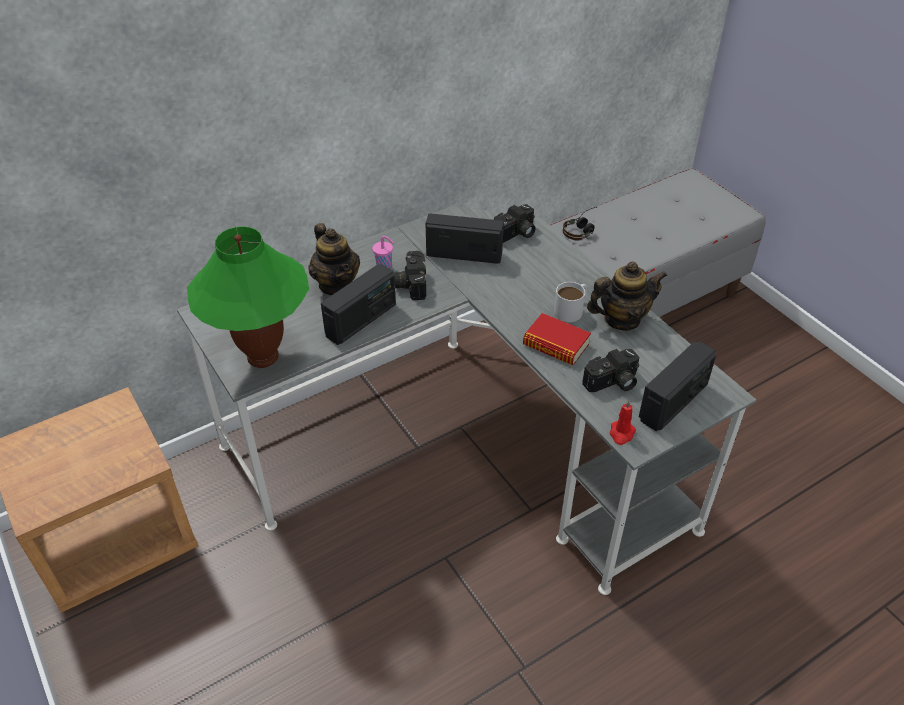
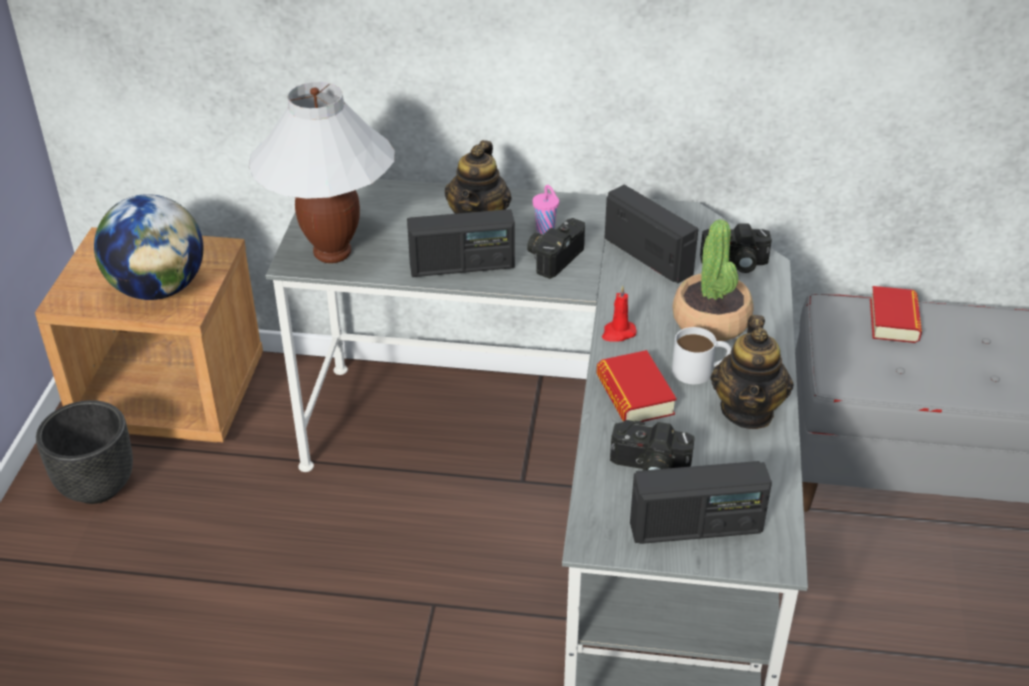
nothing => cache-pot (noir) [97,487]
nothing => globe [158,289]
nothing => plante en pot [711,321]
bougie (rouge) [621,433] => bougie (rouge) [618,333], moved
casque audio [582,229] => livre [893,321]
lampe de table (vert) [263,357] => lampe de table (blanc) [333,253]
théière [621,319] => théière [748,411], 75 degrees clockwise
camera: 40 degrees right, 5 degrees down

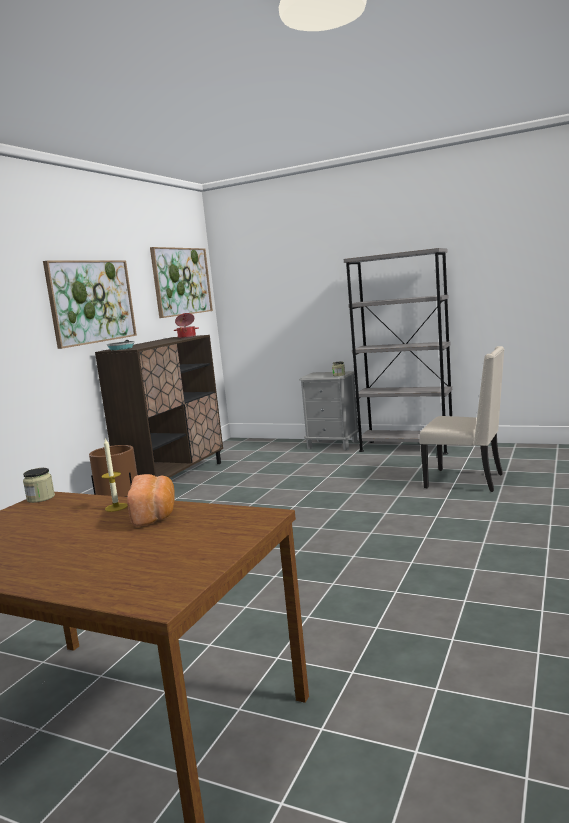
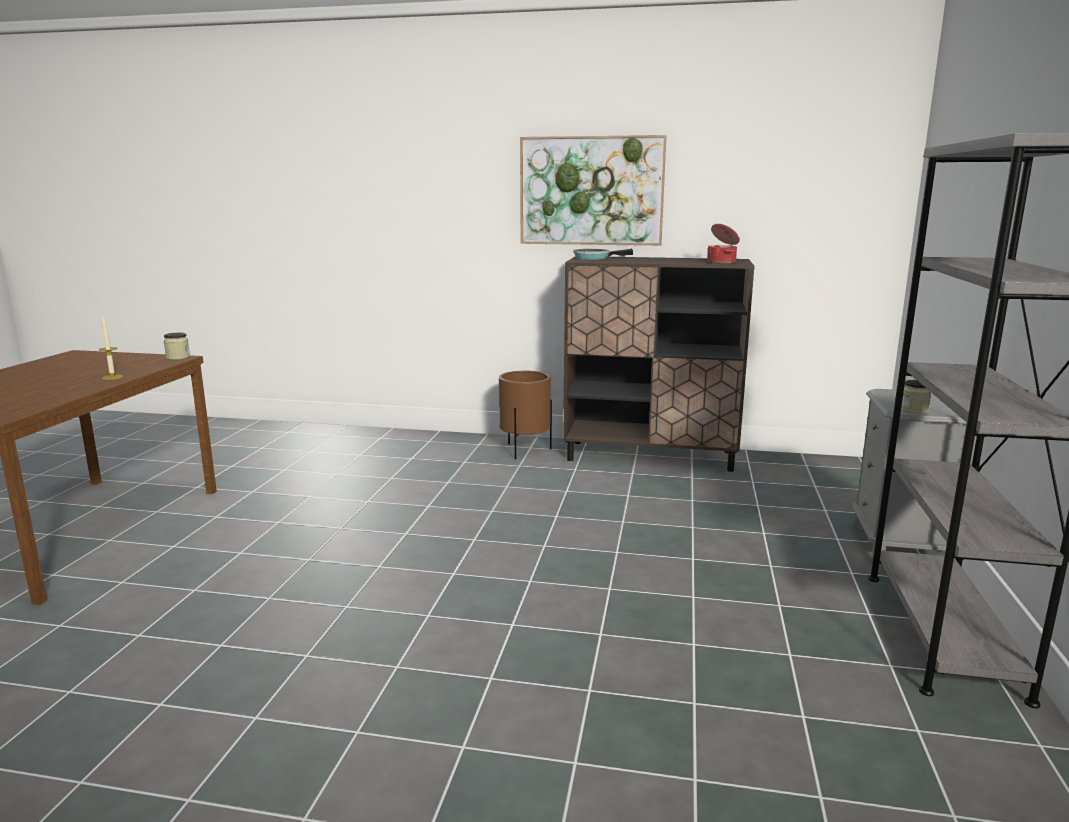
pain [155,515] => nothing
tableau [181,281] => nothing
chaise (beige) [466,481] => nothing
camera: 75 degrees right, 5 degrees up

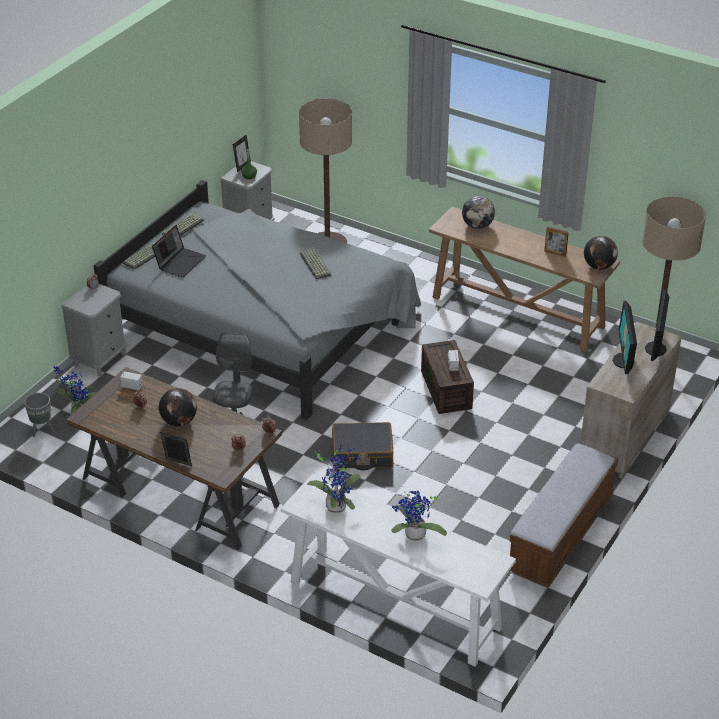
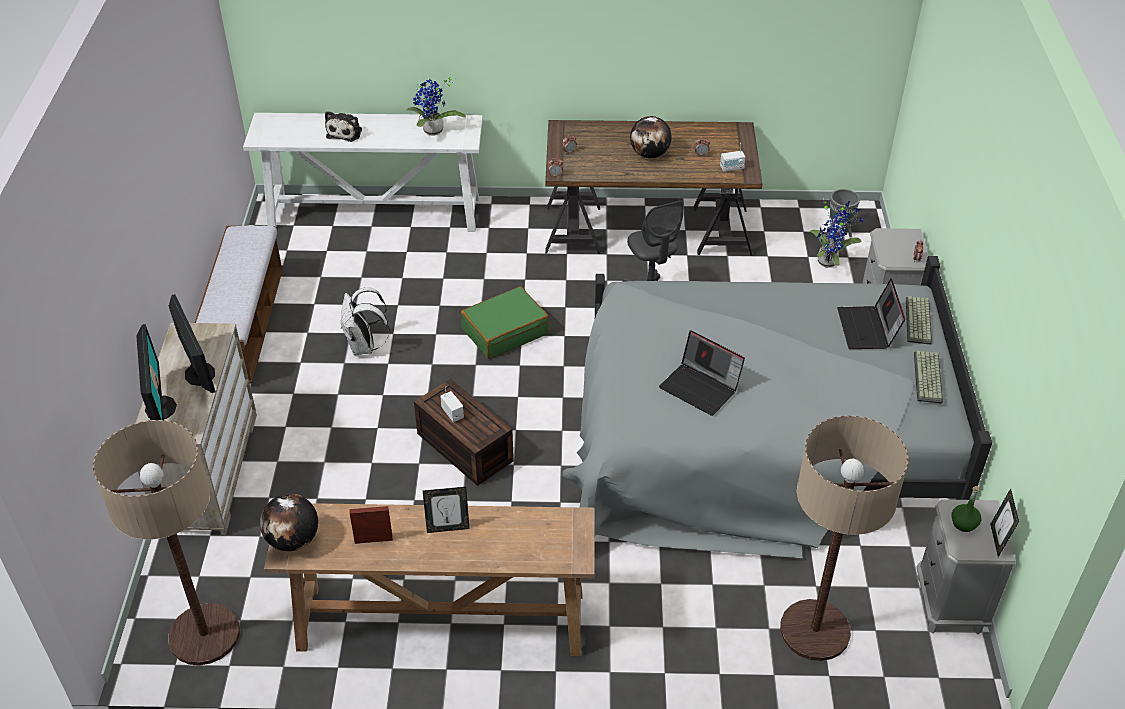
globe [477,226] => nothing
nothing => sac à dos (blanc) [364,346]
cadre photo [177,464] => cadre photo [448,528], moved
clavier [314,264] => ordinateur portable [701,388]
plante en pot [414,537] => peluche [345,132]
valise (noir) [362,453] => valise (vert) [504,331]
camera: 150 degrees right, 5 degrees up

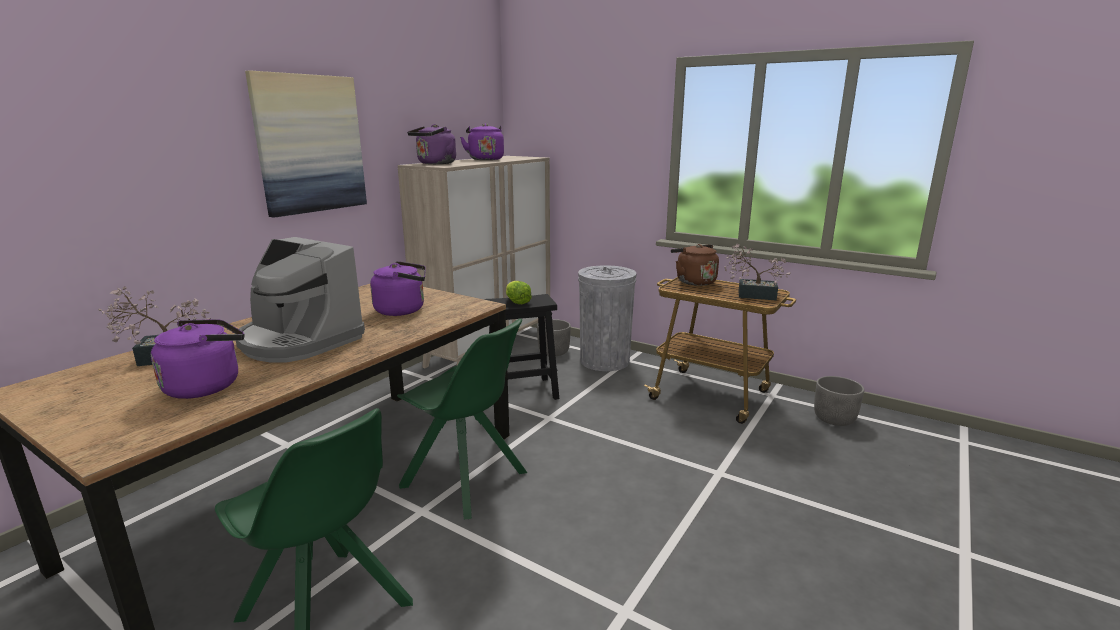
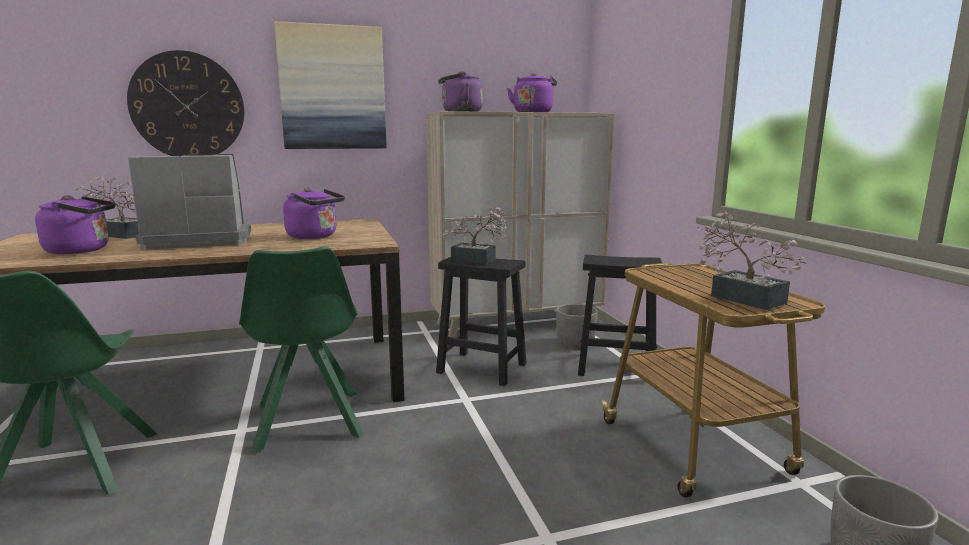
bouilloire (marron) [693,281] => nothing
nothing => horloge murale [187,106]
laitue [517,301] => plante en pot [478,260]
poubelle (gris) [604,361] => tabouret (noir) [617,367]
machine à café [298,341] => machine à café [198,240], 90 degrees clockwise
camera: 40 degrees right, 5 degrees down

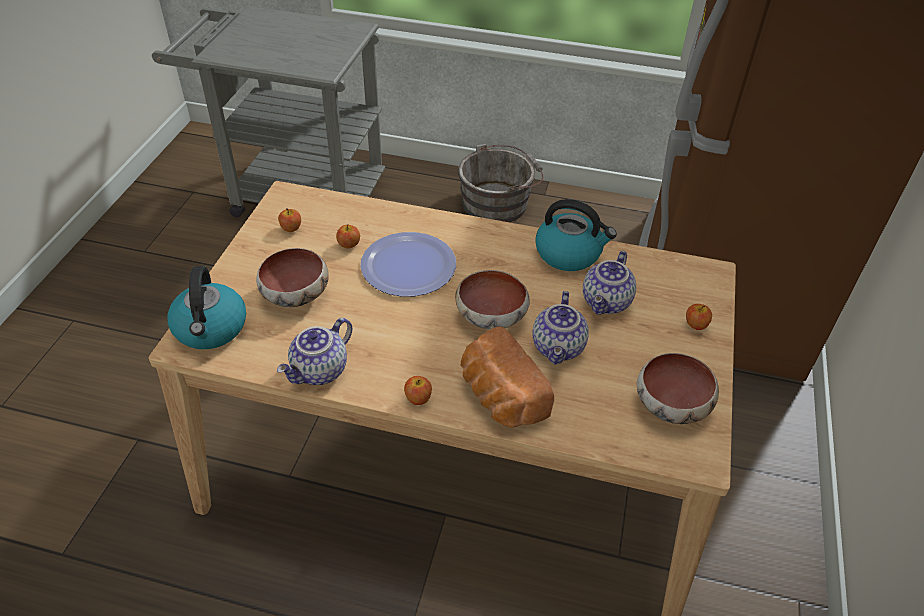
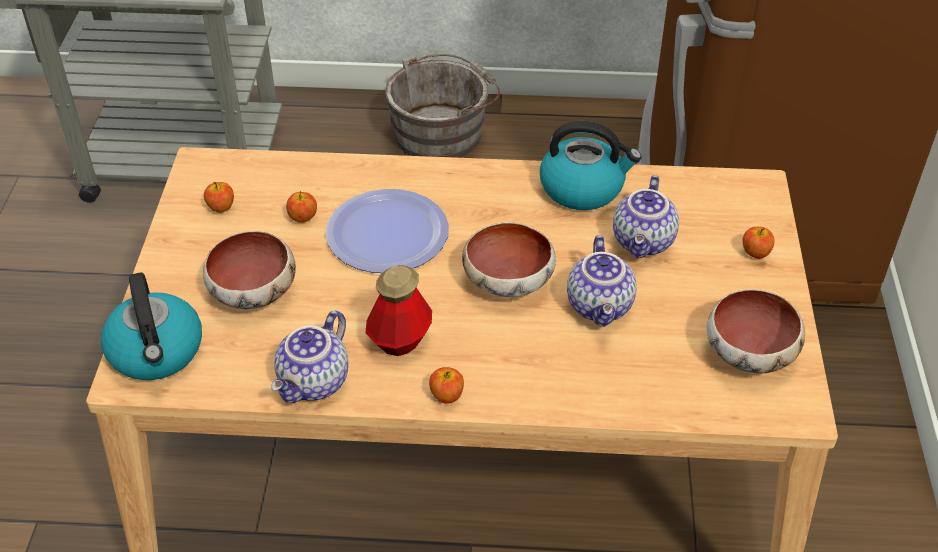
pain [499,397] => nothing
nothing => bouteille [400,340]
camera: 10 degrees left, 0 degrees up

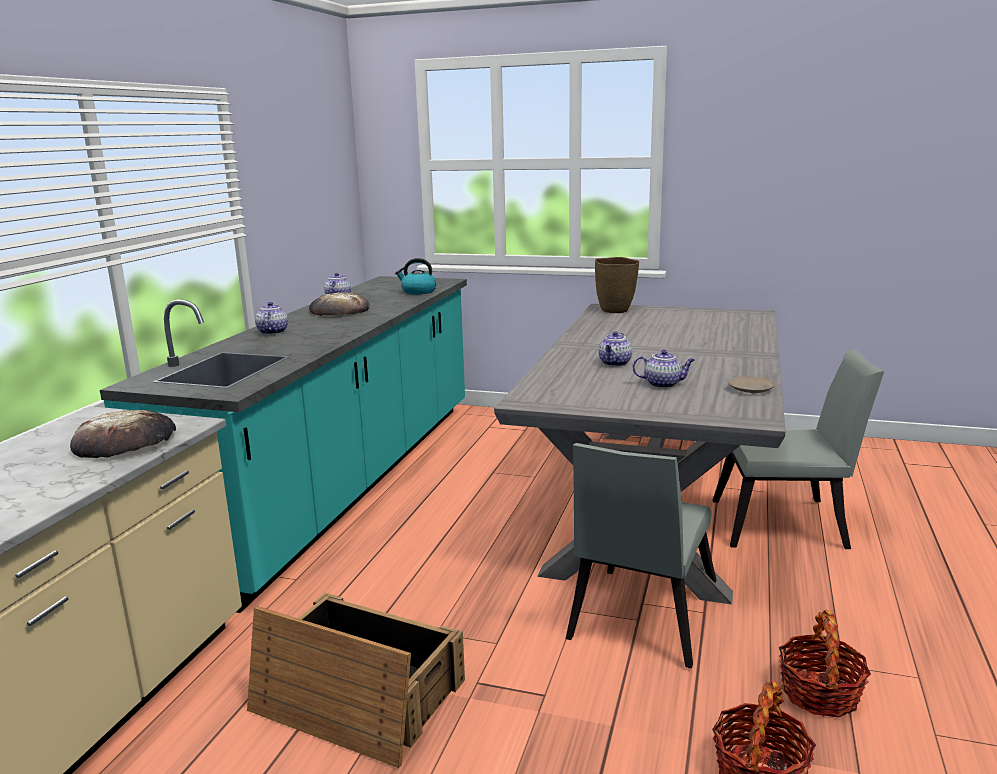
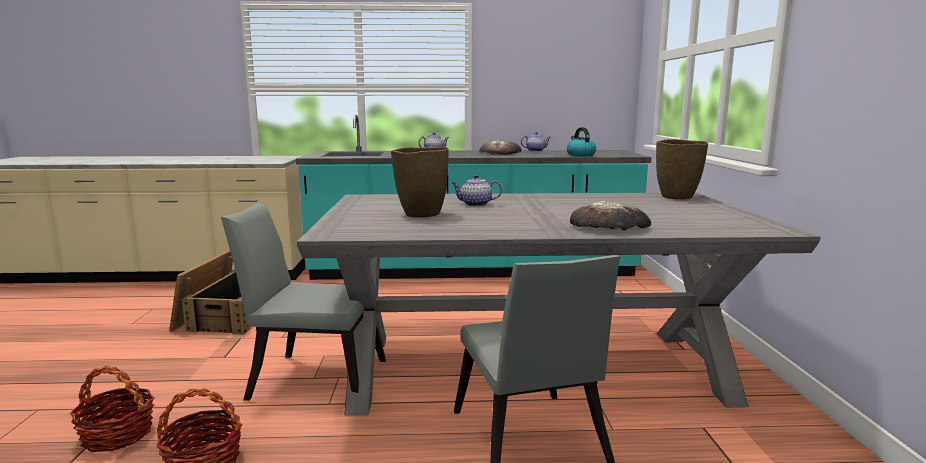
assiette (beige) [751,389] => nothing
pain [126,442] => pain [609,226], moved
théière [663,384] => vase (marron) [421,214]
camera: 70 degrees right, 5 degrees down

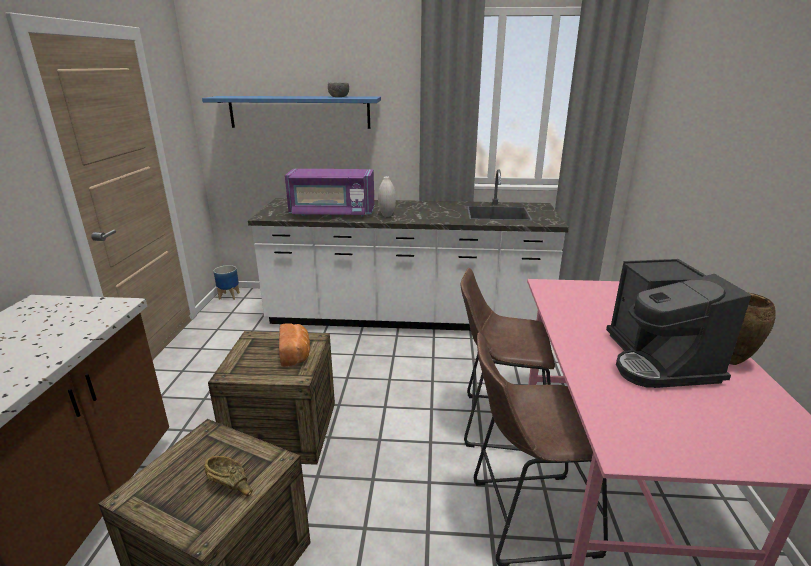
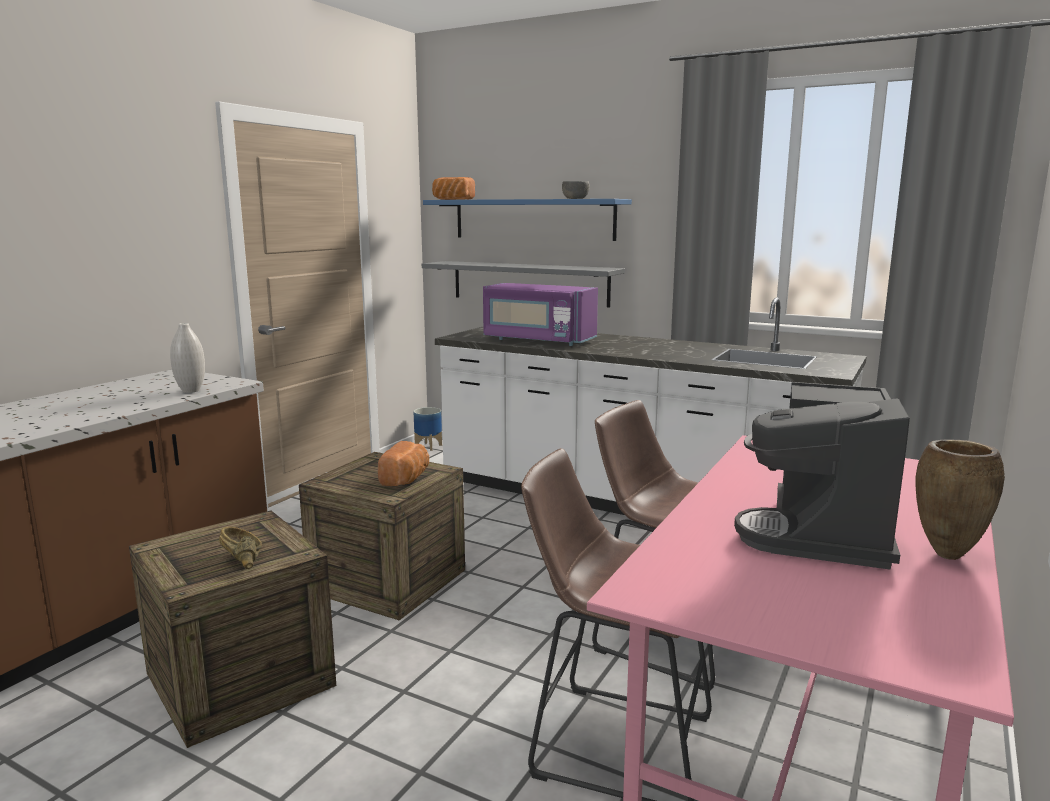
nothing => étagère (gris) [529,283]
nothing => pain [451,199]
vase (blanc) [387,215] => vase (blanc) [191,391], moved
camera: 25 degrees right, 10 degrees down

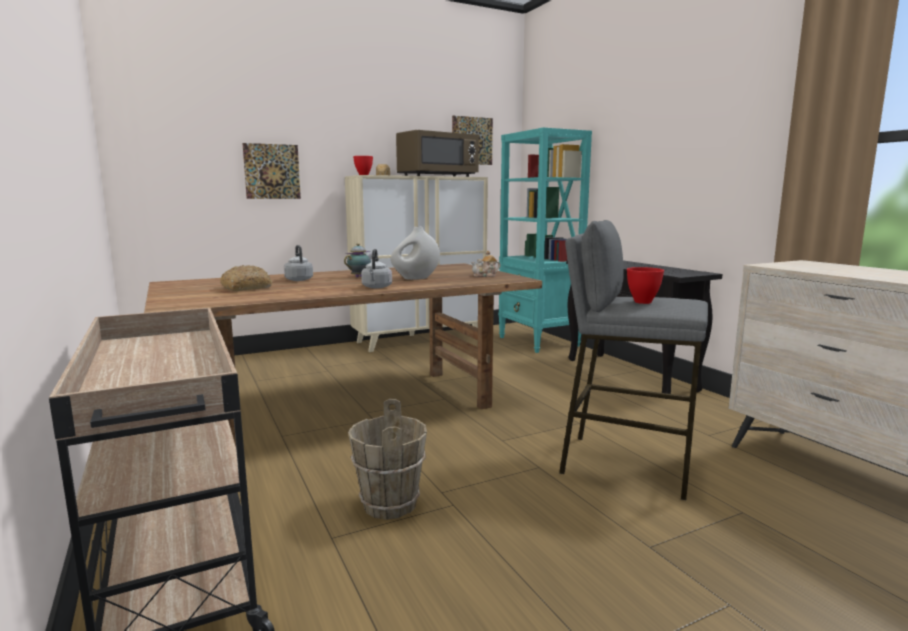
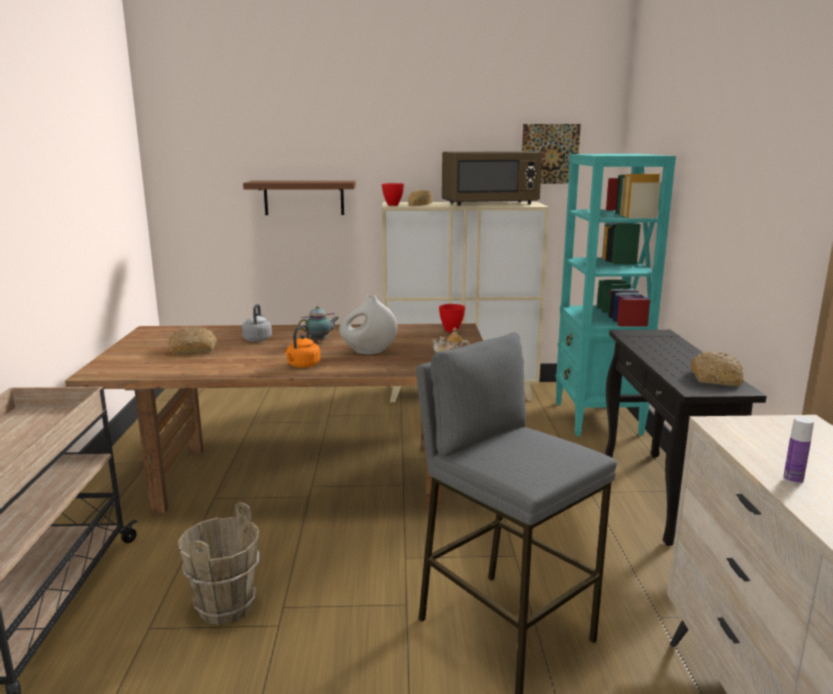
nothing => pain [716,378]
nothing => bouteille [793,479]
bol (rouge) [642,302] => bol (rouge) [450,330], moved
tableau [272,171] => étagère (marron) [304,198]
bouilloire (gris) [376,287] => bouilloire (orange) [302,365]
camera: 25 degrees right, 5 degrees up

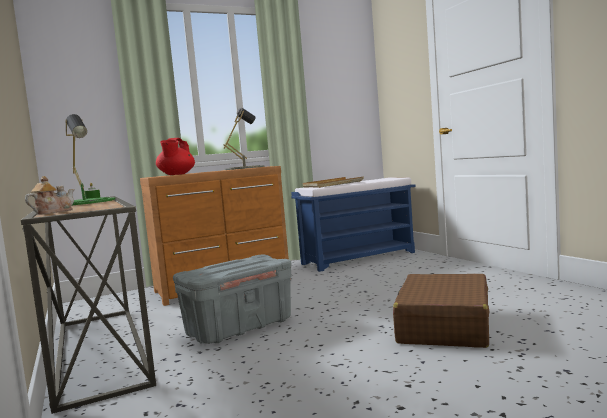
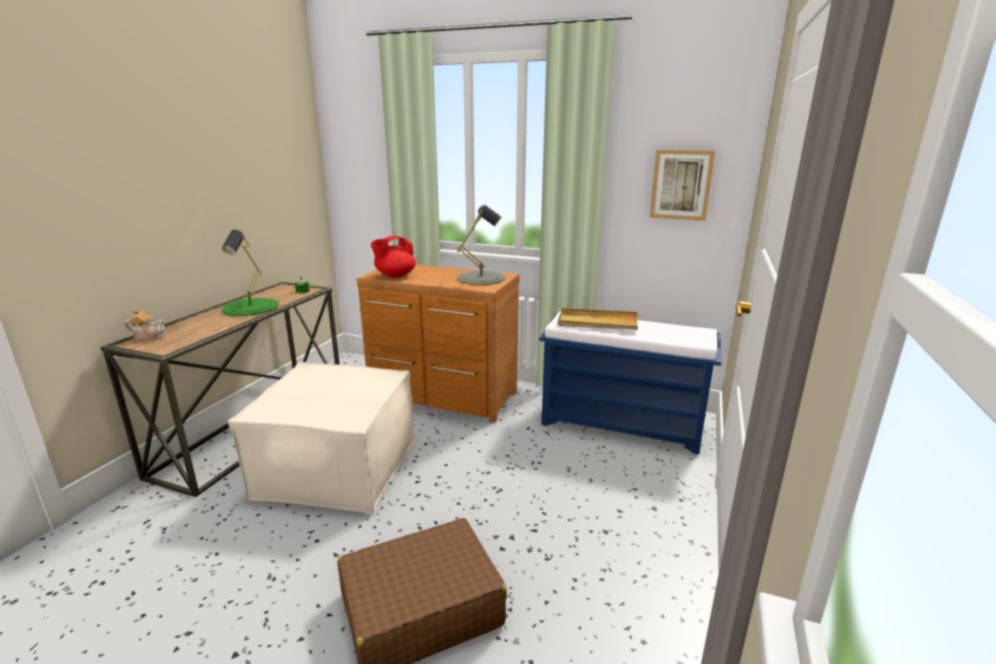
nothing => tableau [681,184]
boîte de rangement (gris) [239,327] => pouf (beige) [337,467]
camera: 45 degrees right, 15 degrees up

